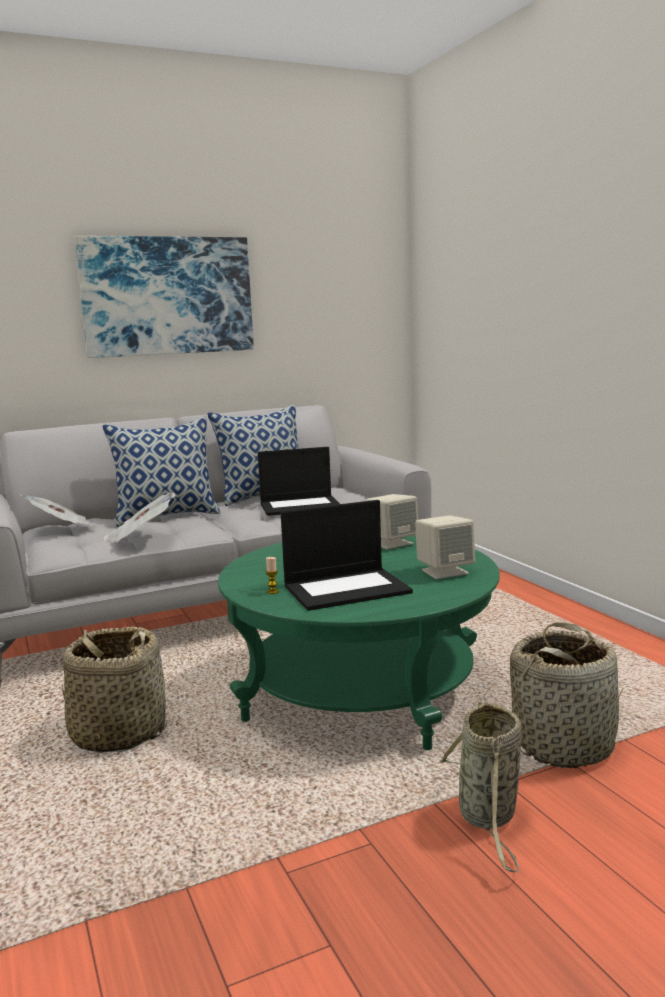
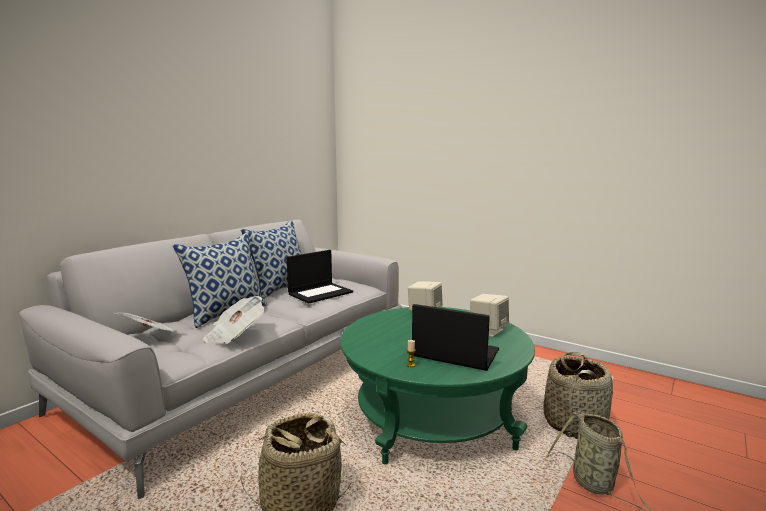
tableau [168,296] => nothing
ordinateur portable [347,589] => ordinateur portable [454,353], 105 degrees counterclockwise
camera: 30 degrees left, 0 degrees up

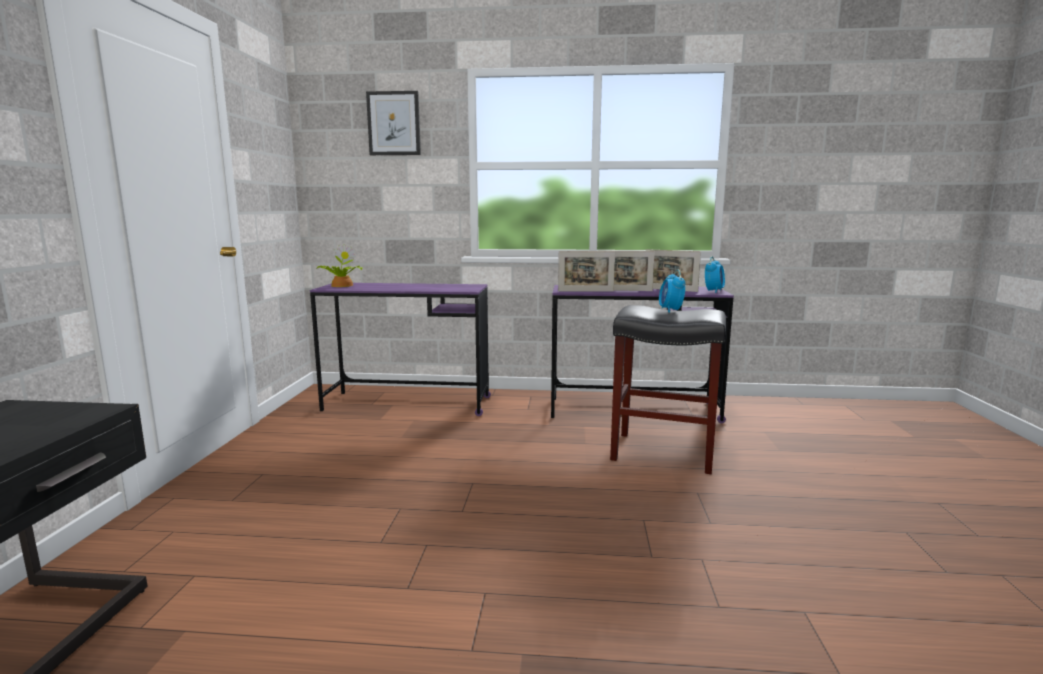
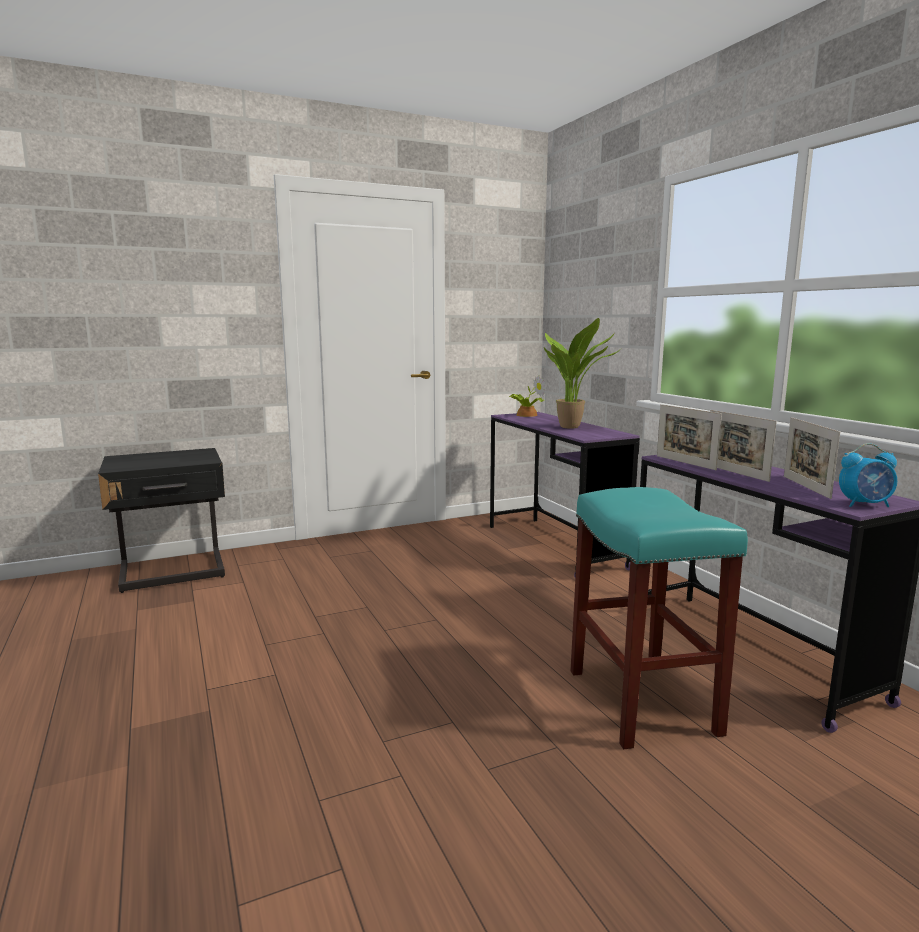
tableau [394,123] => nothing
réveil [670,310] => nothing
nothing => plante en pot [573,427]
tabouret (noir) [661,452] => tabouret (turquoise) [639,700]
camera: 60 degrees right, 0 degrees up

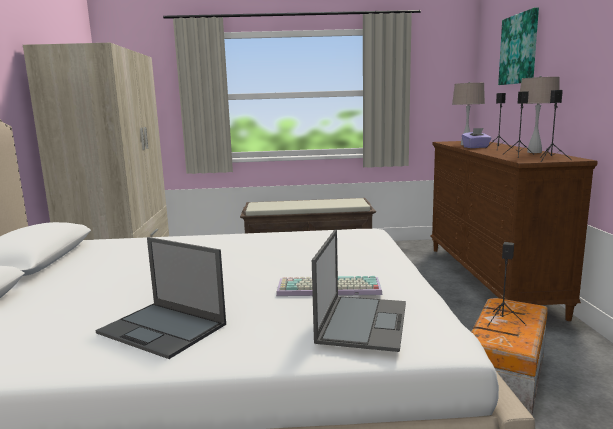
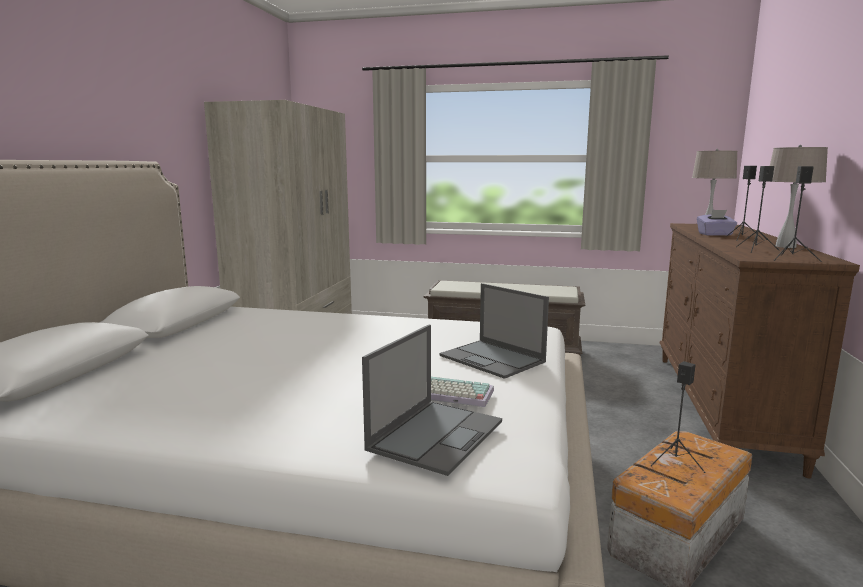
tableau [519,49] => nothing
ordinateur portable [163,329] => ordinateur portable [493,359], moved
camera: 15 degrees right, 0 degrees up

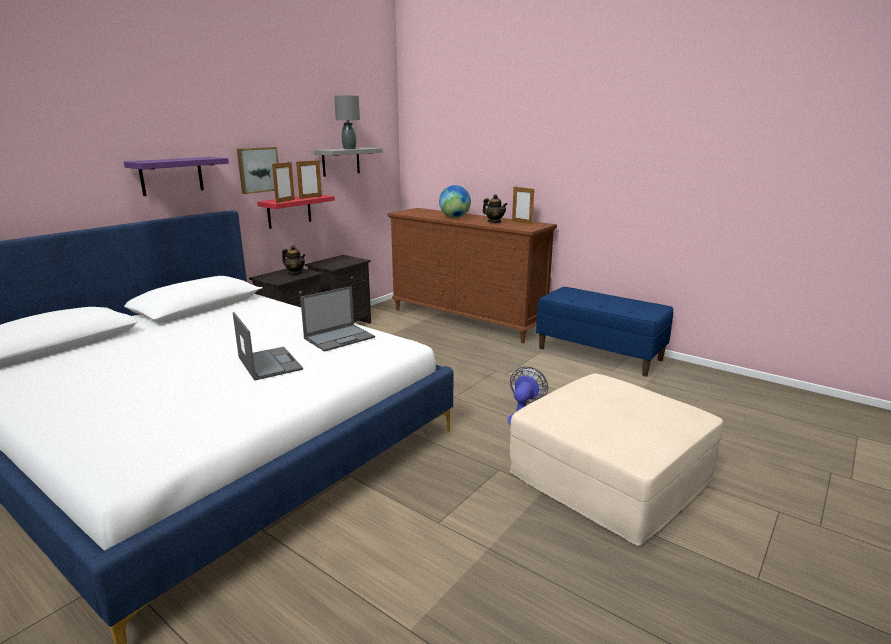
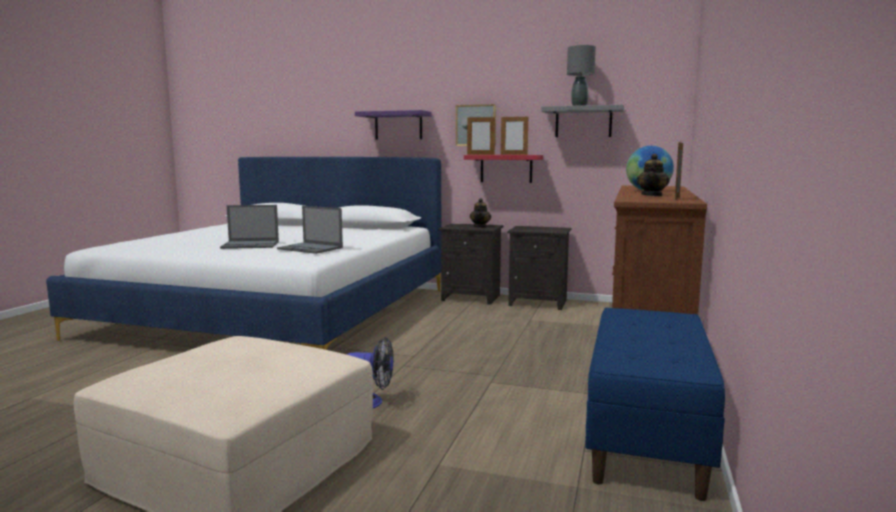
ordinateur portable [269,363] => ordinateur portable [251,245], 45 degrees clockwise
camera: 70 degrees right, 10 degrees down

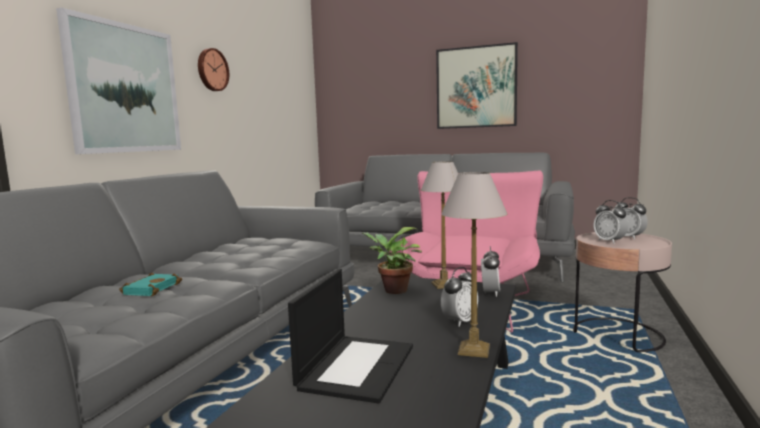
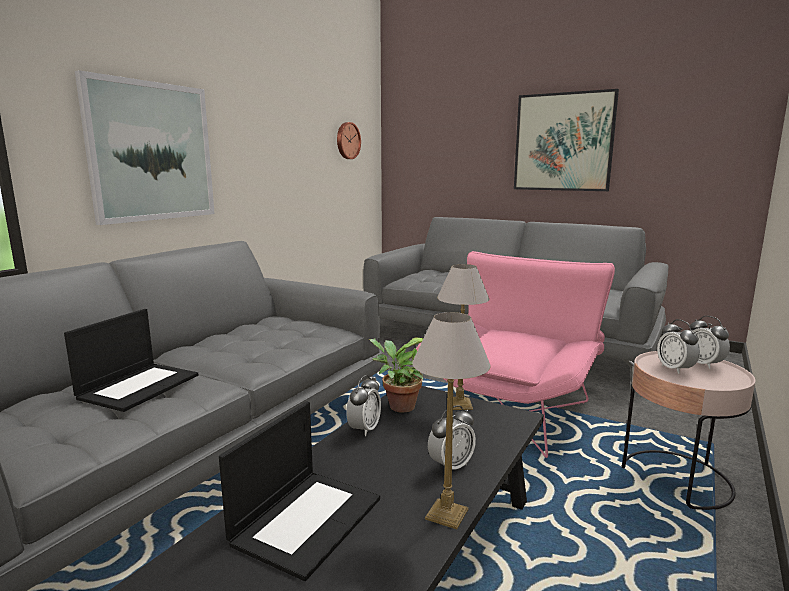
horloge murale [212,70] => horloge murale [347,141], moved
réveil [490,293] => réveil [364,429], moved
livre (turquoise) [151,288] => ordinateur portable [139,386]
camera: 10 degrees right, 5 degrees up

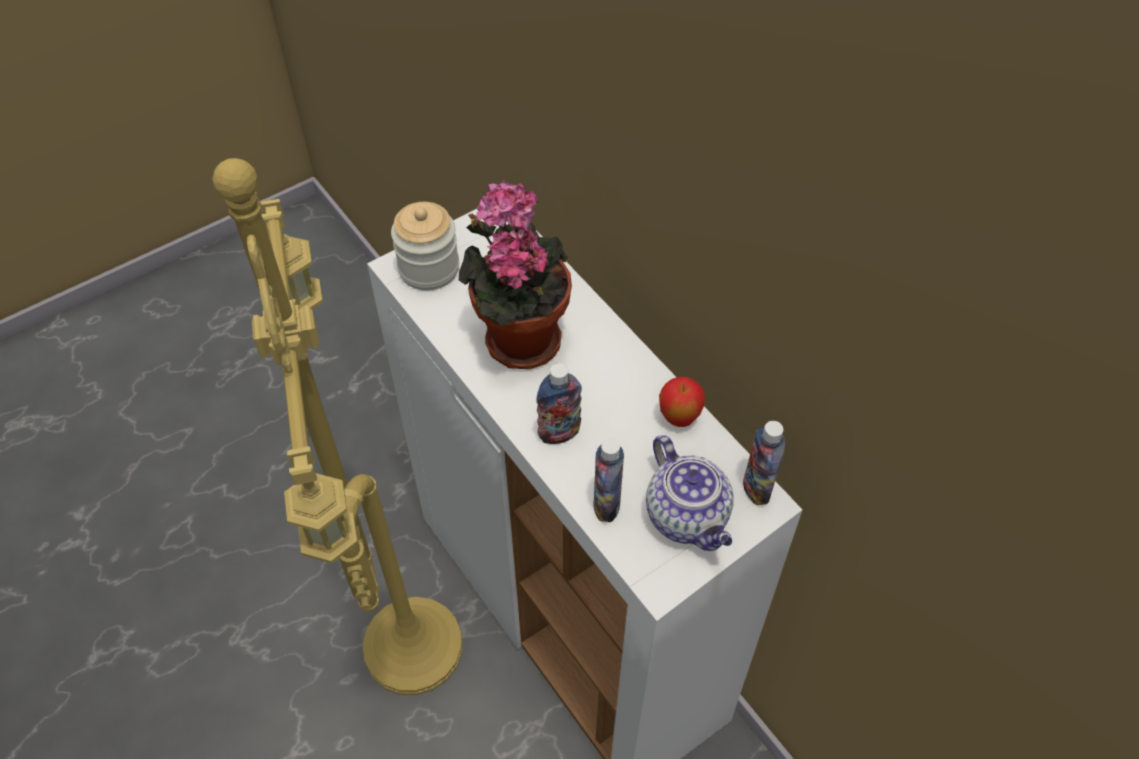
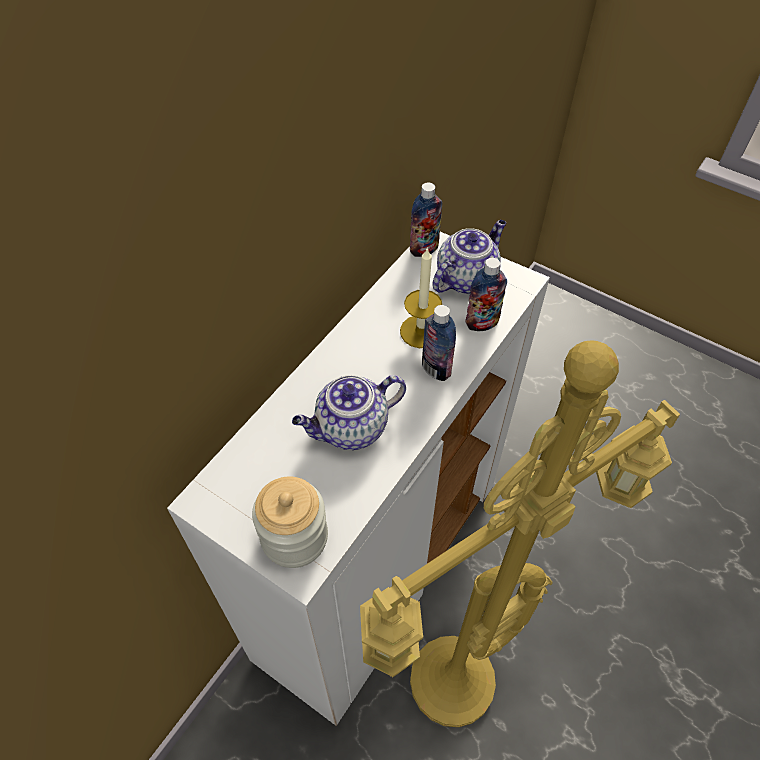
pomme [679,418] => nothing
nothing => bougie [421,331]
plante en pot [518,336] => théière [351,429]
camera: 110 degrees left, 0 degrees up

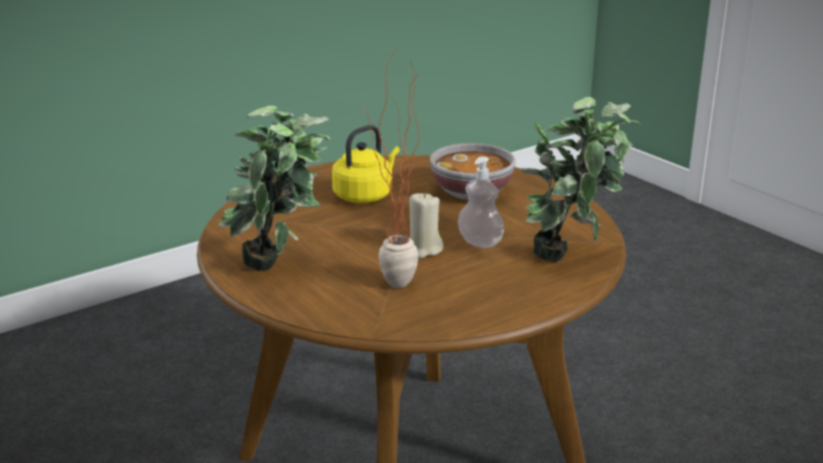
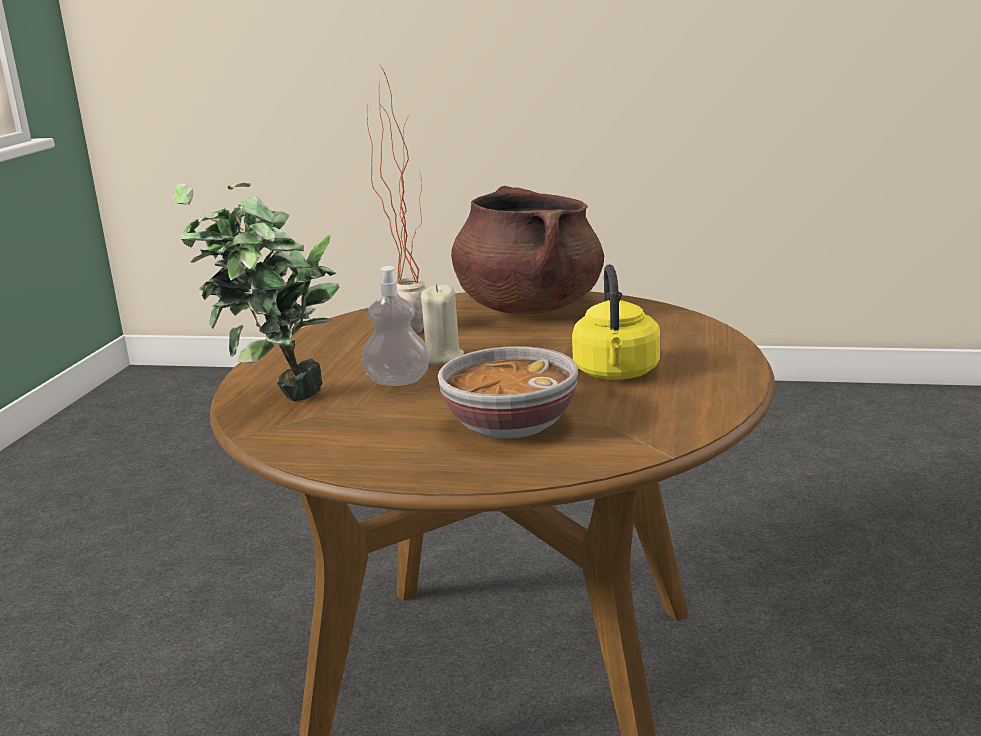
plante en pot [280,269] => marmite (marron) [529,307]
camera: 140 degrees right, 5 degrees down

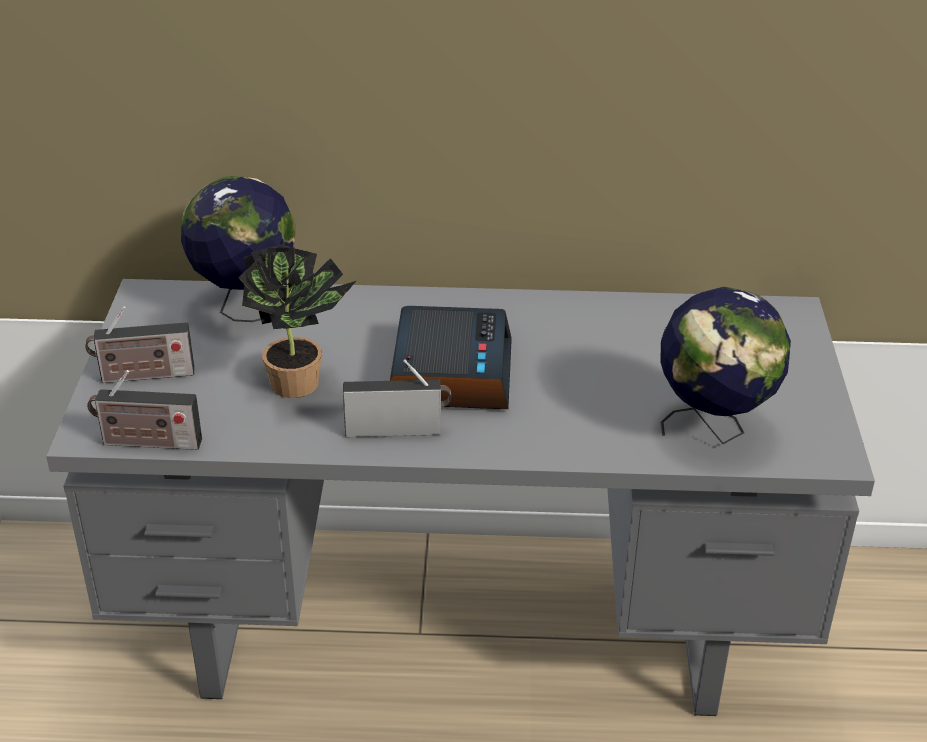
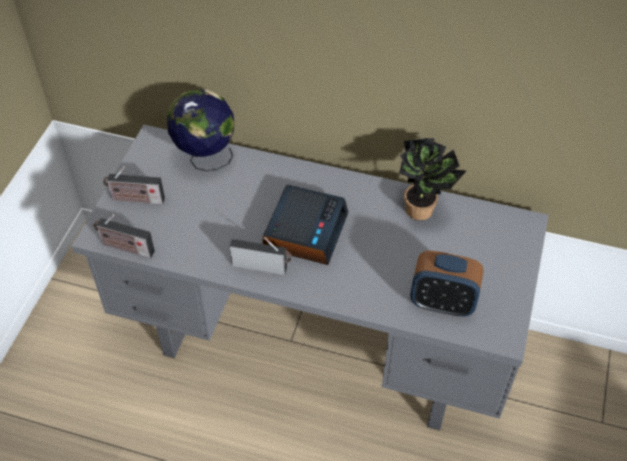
plante en pot [302,383] => plante en pot [423,211], moved
globe [713,429] => réveil [442,303]
camera: 15 degrees right, 15 degrees up

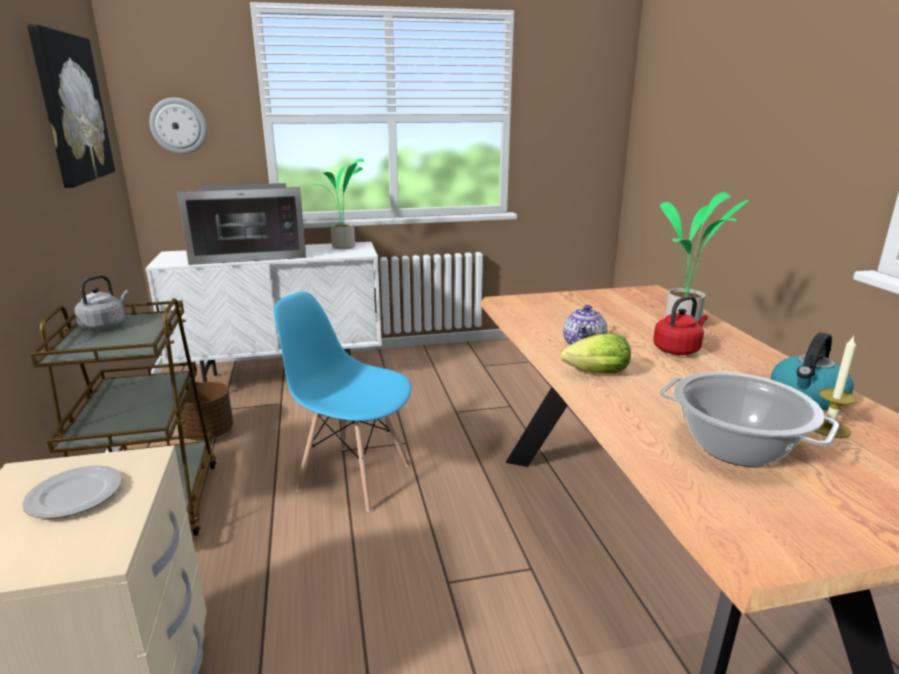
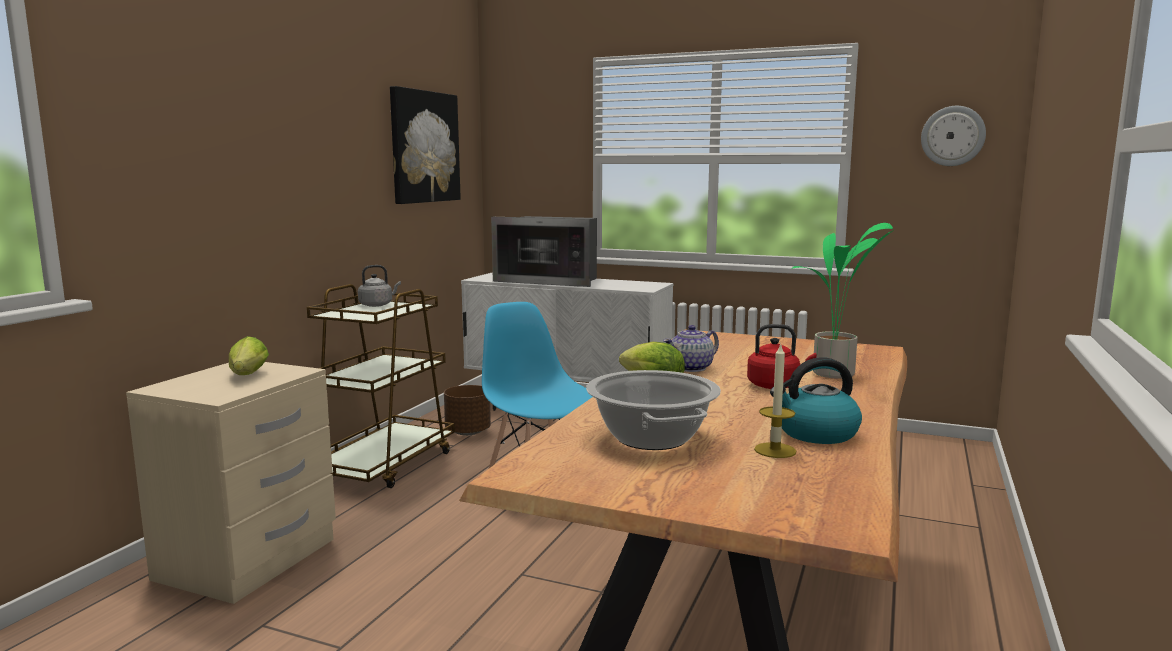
plante en pot [344,247] => nothing
horloge murale [179,126] => horloge murale [952,136], moved
assiette [76,495] => laitue [247,376]
camera: 35 degrees right, 10 degrees down

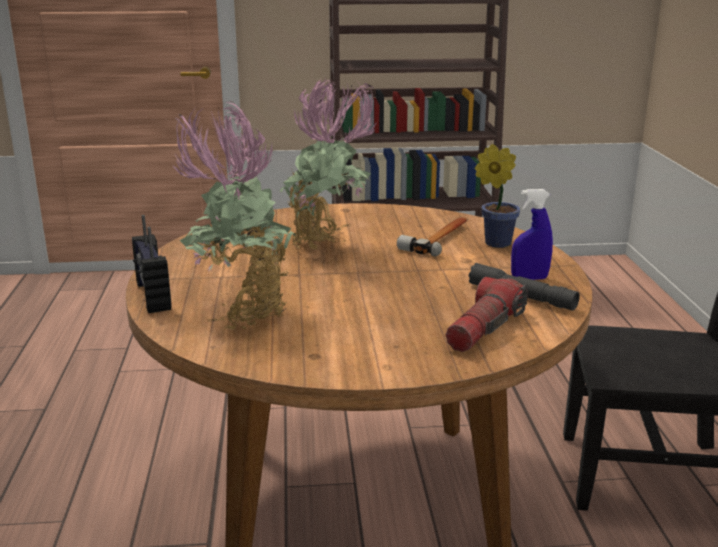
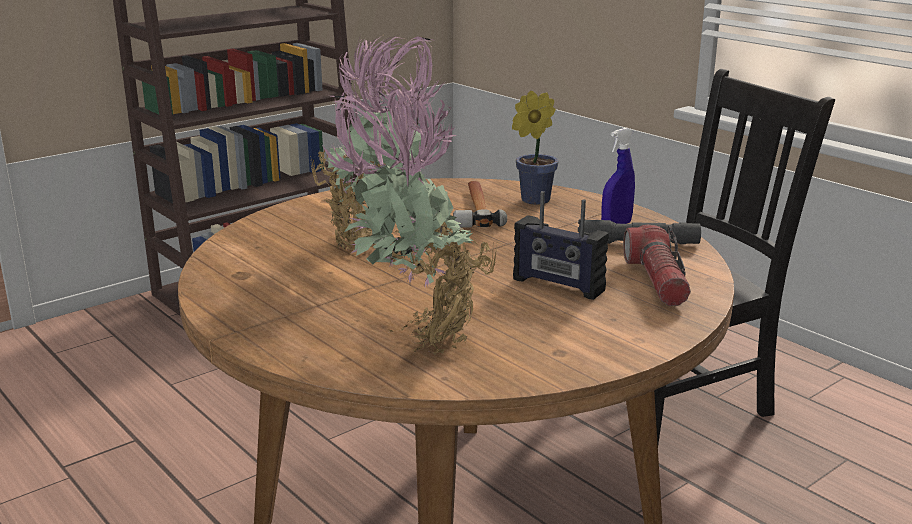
radio [152,296] => radio [557,285], moved
camera: 35 degrees left, 0 degrees up

